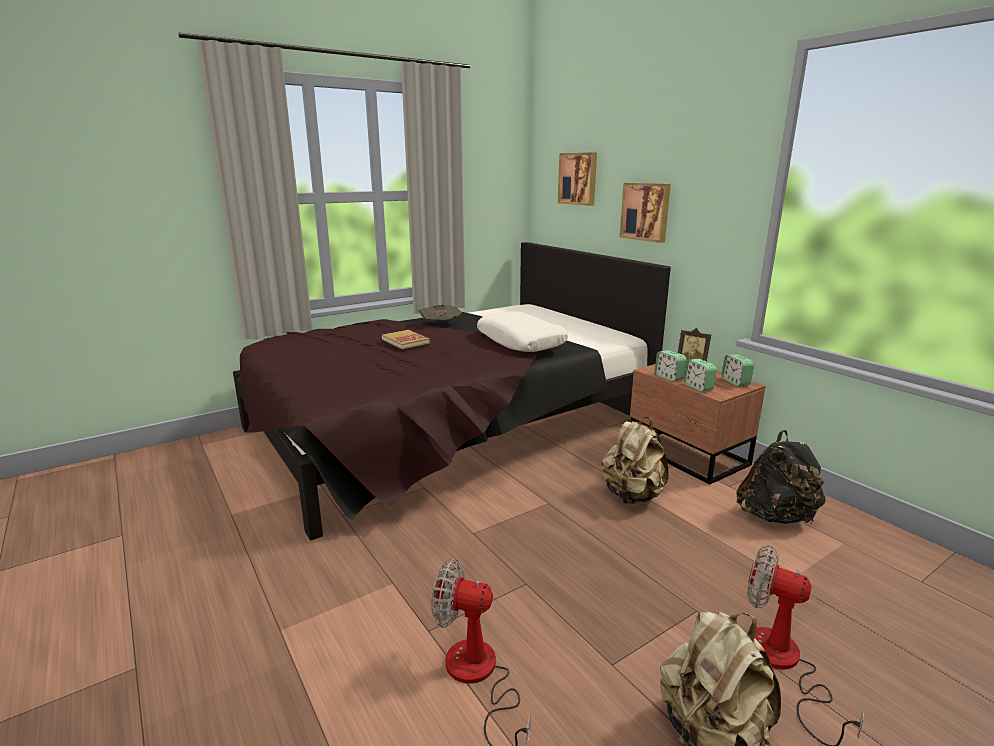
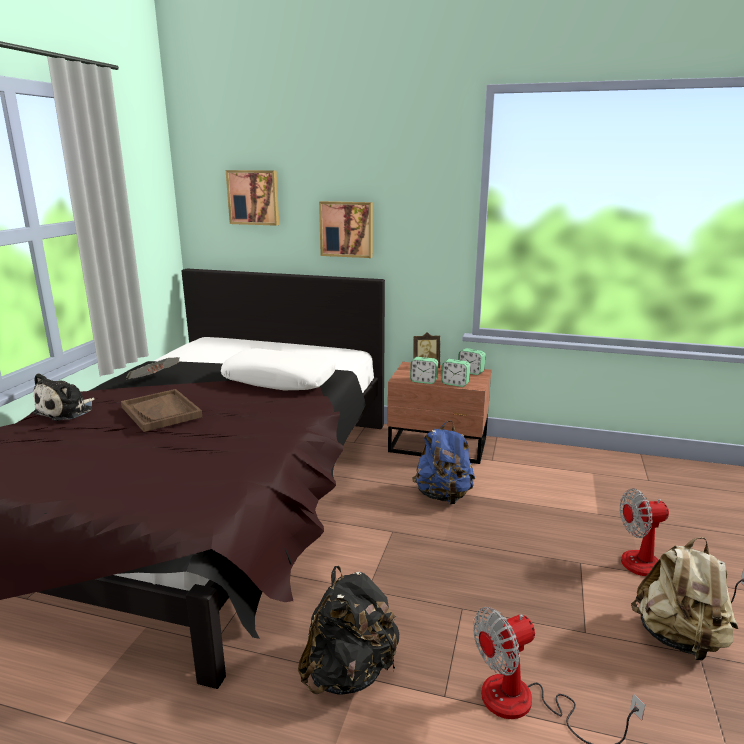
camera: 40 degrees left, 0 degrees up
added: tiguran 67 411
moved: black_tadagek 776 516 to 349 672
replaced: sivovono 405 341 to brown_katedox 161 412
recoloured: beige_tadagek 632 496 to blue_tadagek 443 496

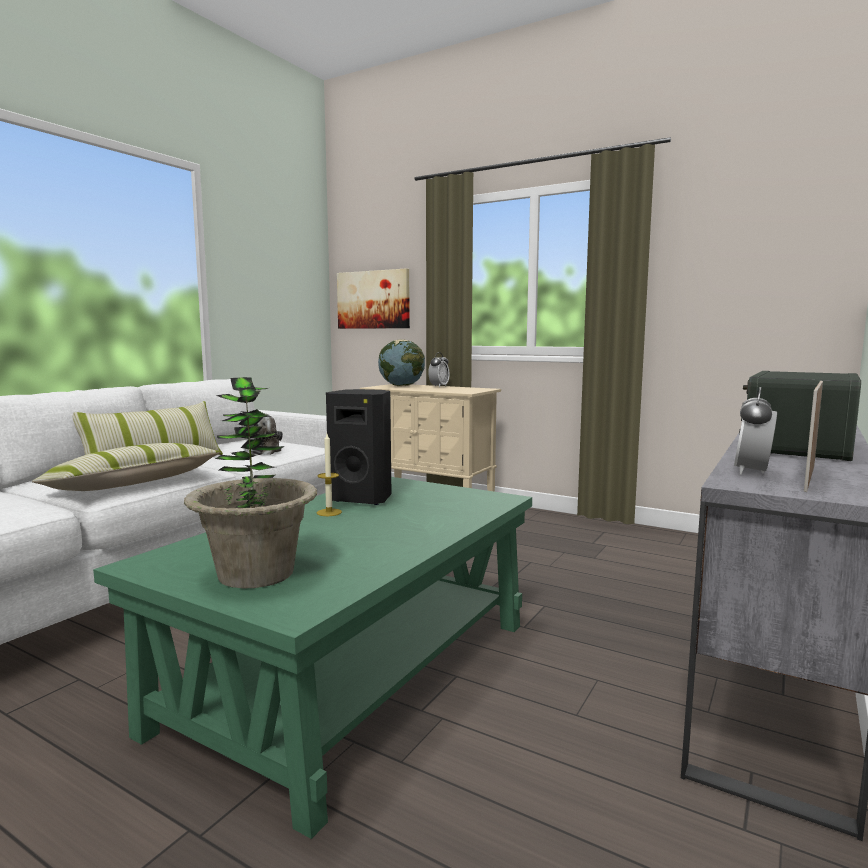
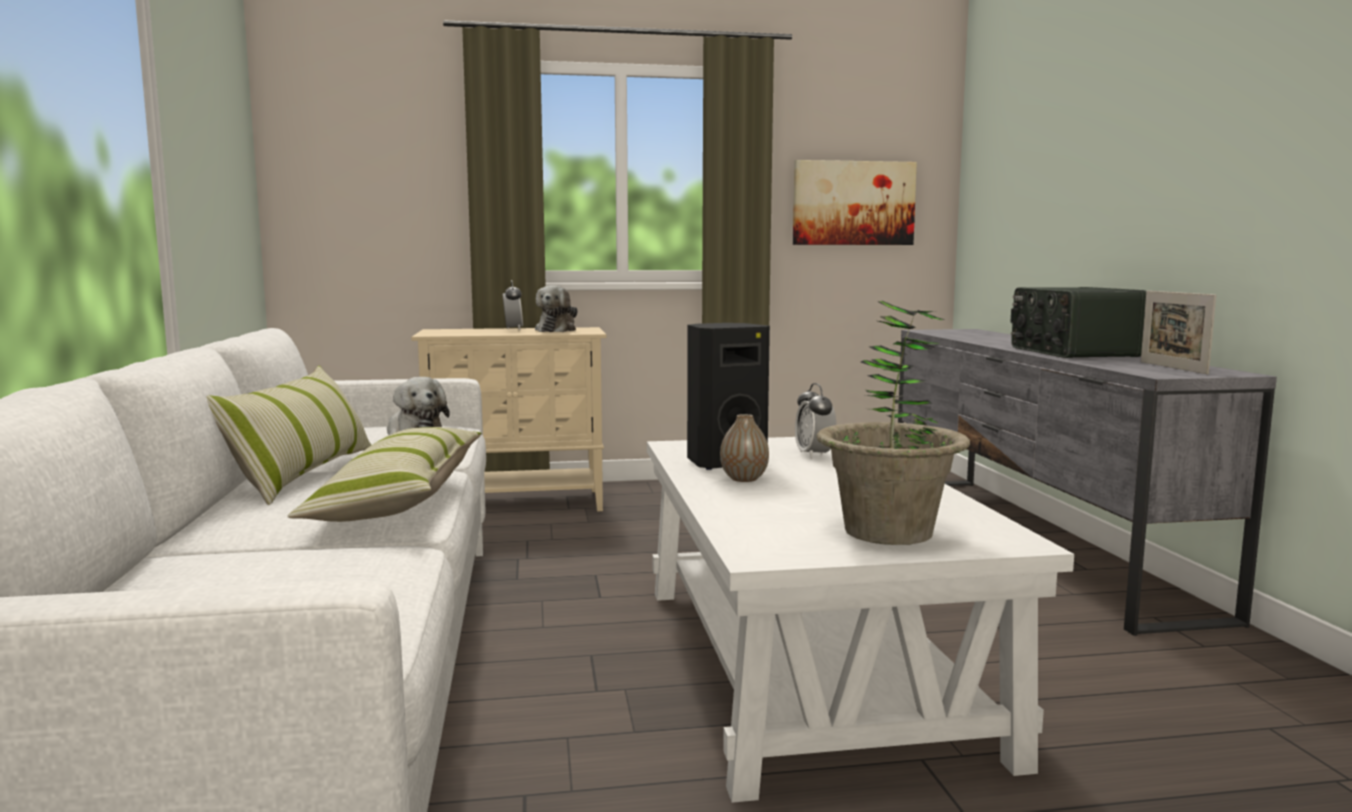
camera: 40 degrees left, 0 degrees up
removed: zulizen 402 386
added: tiguran 557 330
moved: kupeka 373 300 to 853 203; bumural 752 472 to 814 455
replaced: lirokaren 329 512 to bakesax 744 479
recoloured: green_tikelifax 355 672 to white_tikelifax 803 664

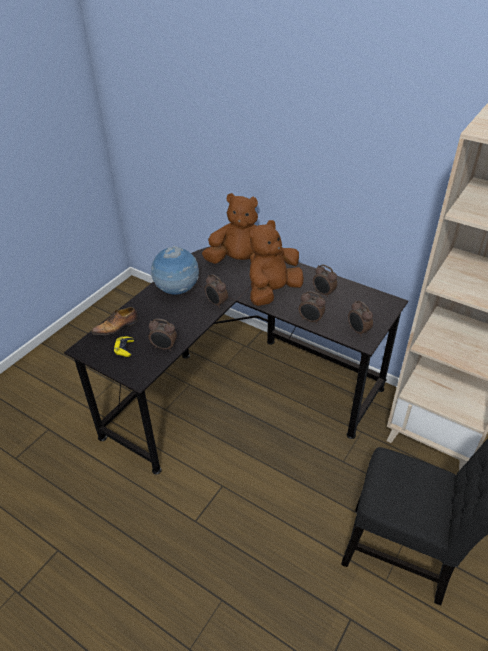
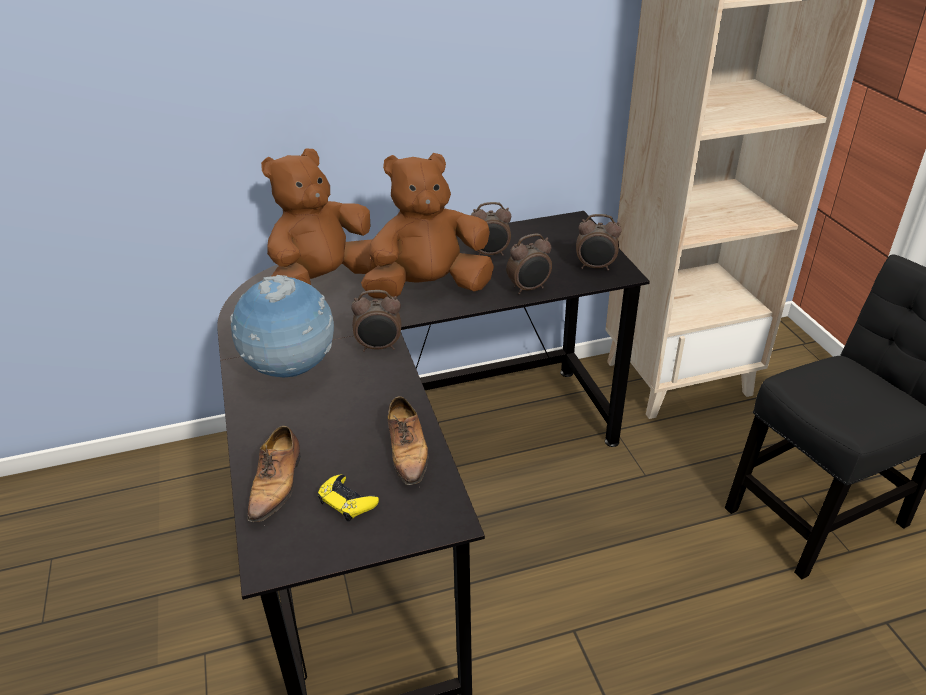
camera: 50 degrees left, 5 degrees down
replaced: bumural 164 347 to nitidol 407 451
turned: brown_tiguran 272 292 = 428 289 75 degrees clockwise

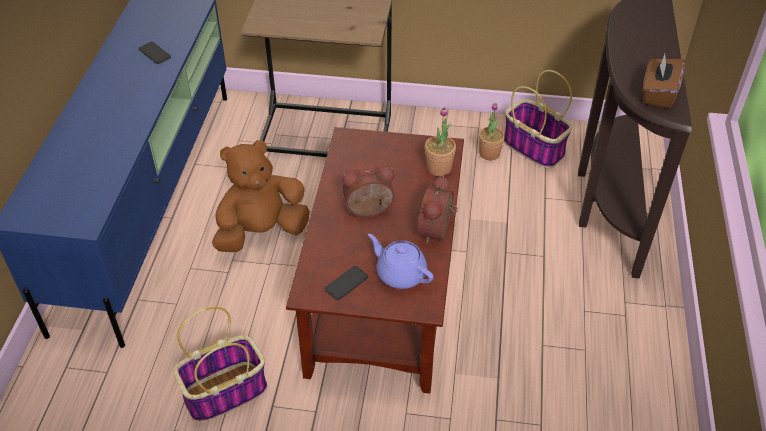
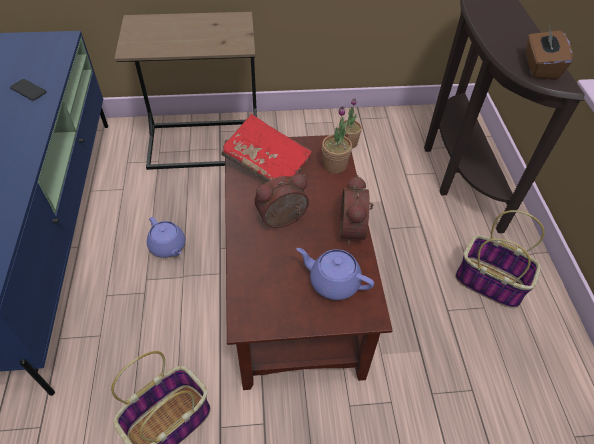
camera: 15 degrees left, 5 degrees up
removed: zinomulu 346 283
added: red_sivovono 267 162
moved: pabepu 535 148 to 490 283
replaced: brown_tiguran 261 232 to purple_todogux 168 247

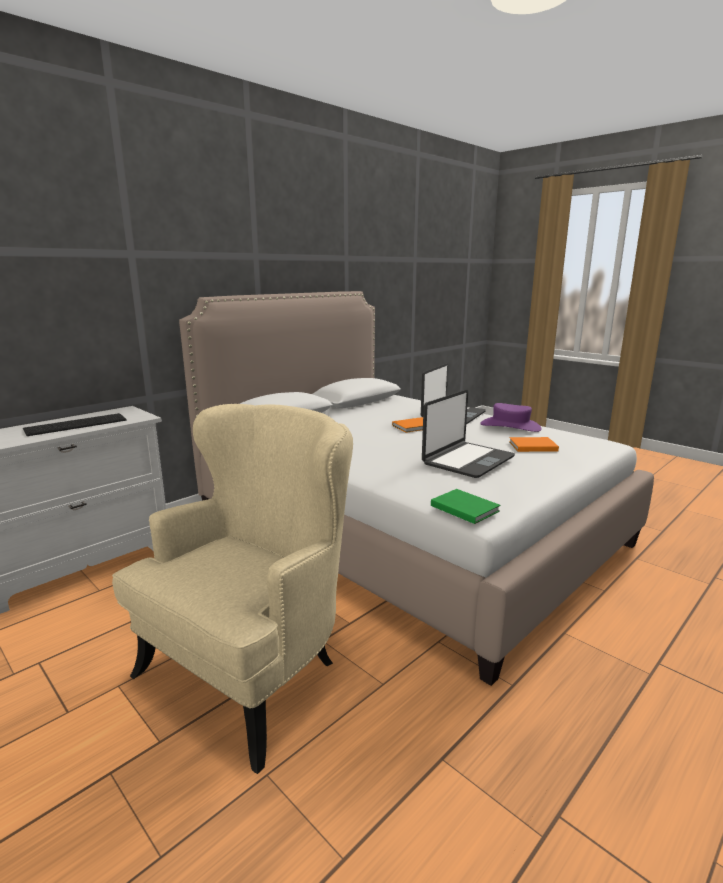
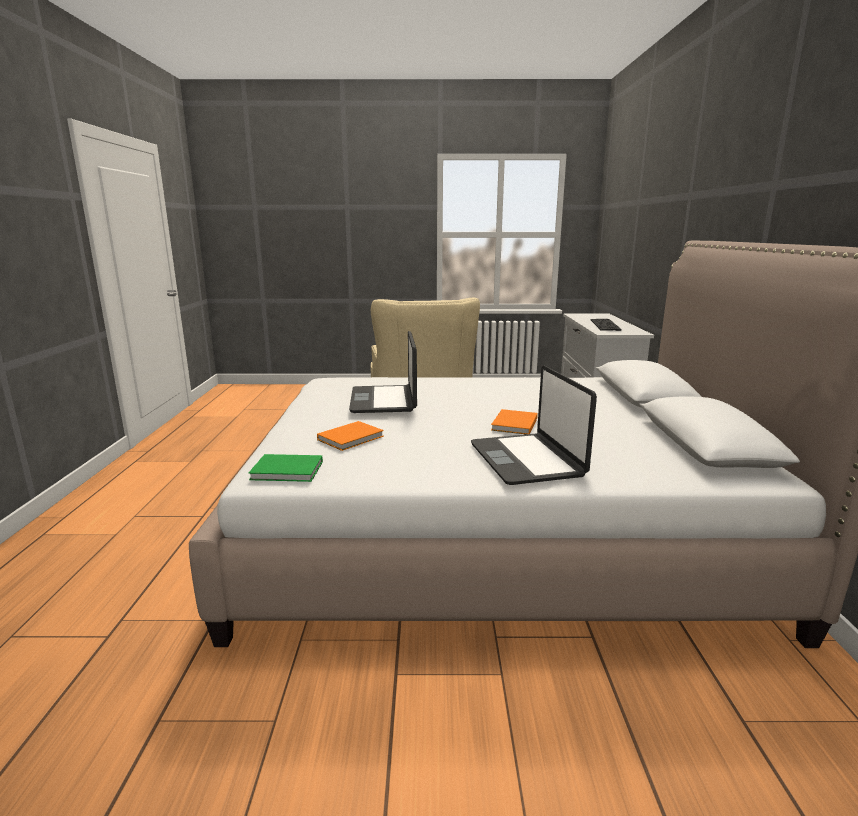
camera: 135 degrees right, 0 degrees up
removed: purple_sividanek 510 426
moved: green_sivovono 464 507 to 288 471

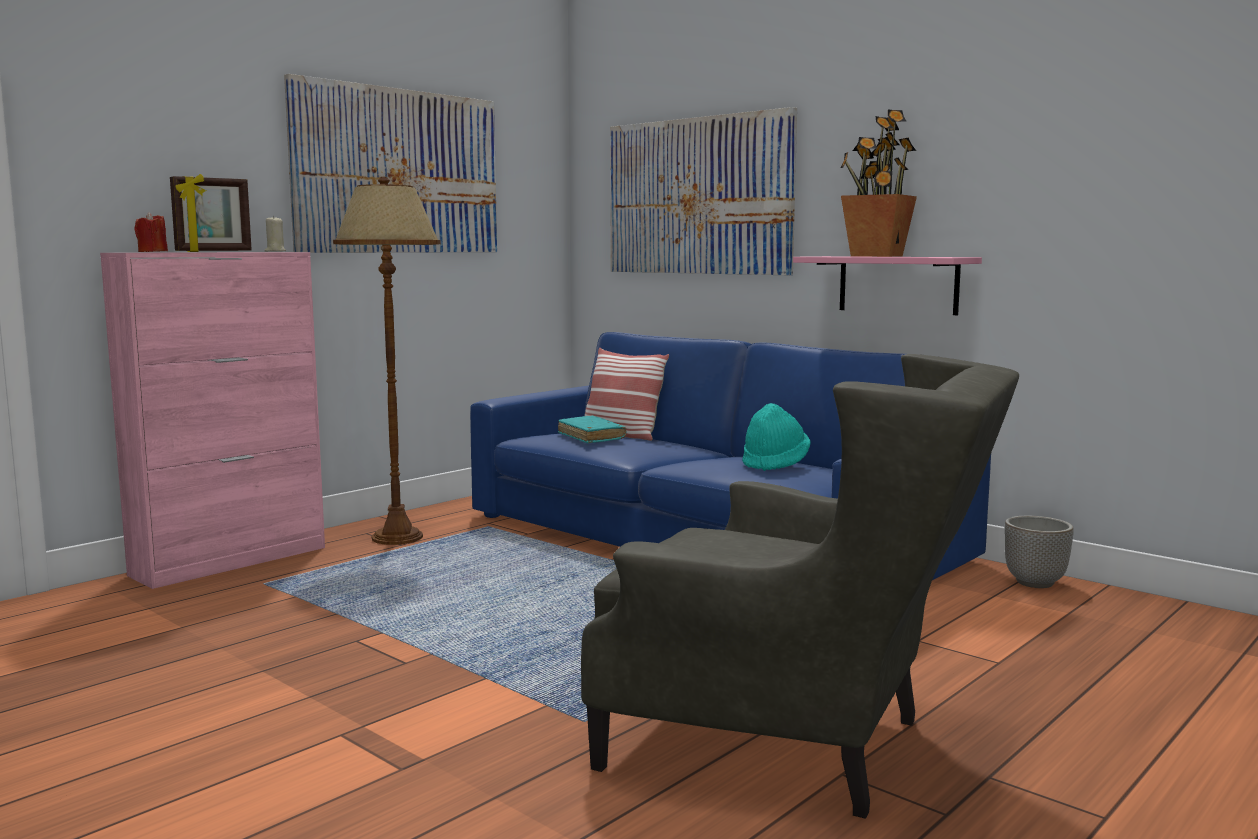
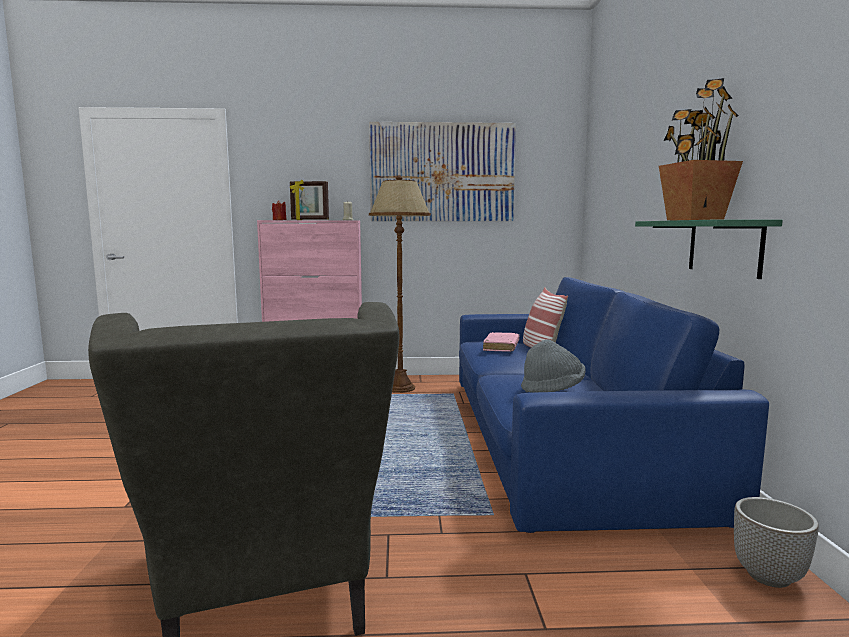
camera: 45 degrees right, 0 degrees up
removed: kupeka 698 196
recoloured: turquoise_sivovono 591 437 to pink_sivovono 501 347; turquoise_sividanek 775 463 to grey_sividanek 552 389; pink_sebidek 898 284 to green_sebidek 724 247

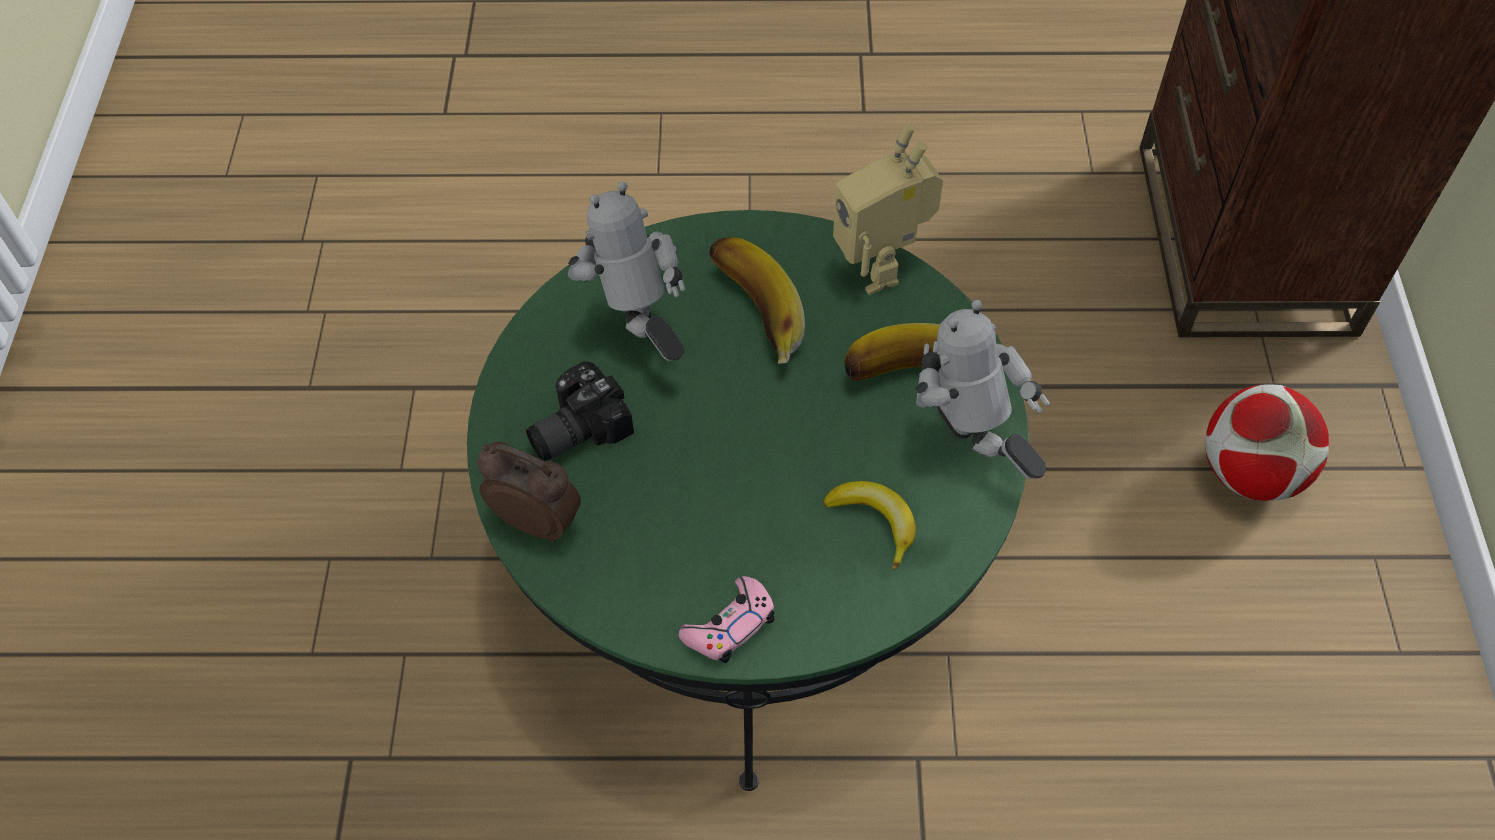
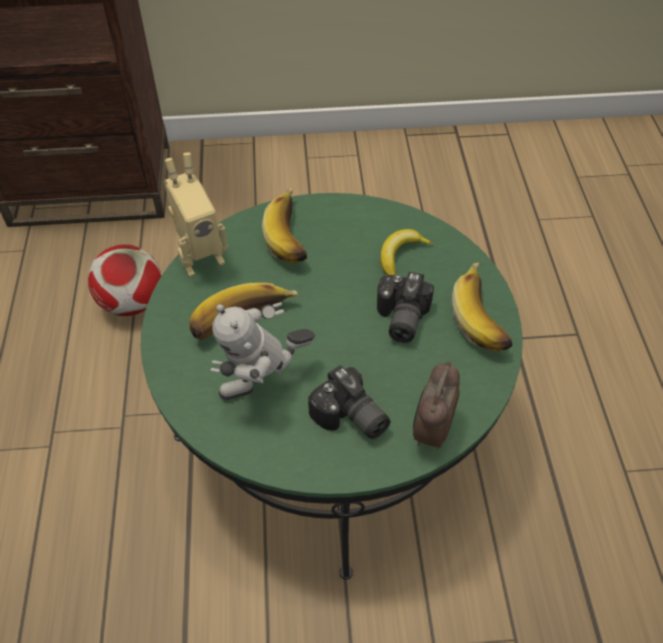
camera: 95 degrees left, 5 degrees down
removed: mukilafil 968 452
added: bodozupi 399 319
moved: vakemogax 1249 473 to 132 303
replaced: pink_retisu 730 625 to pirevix 485 318

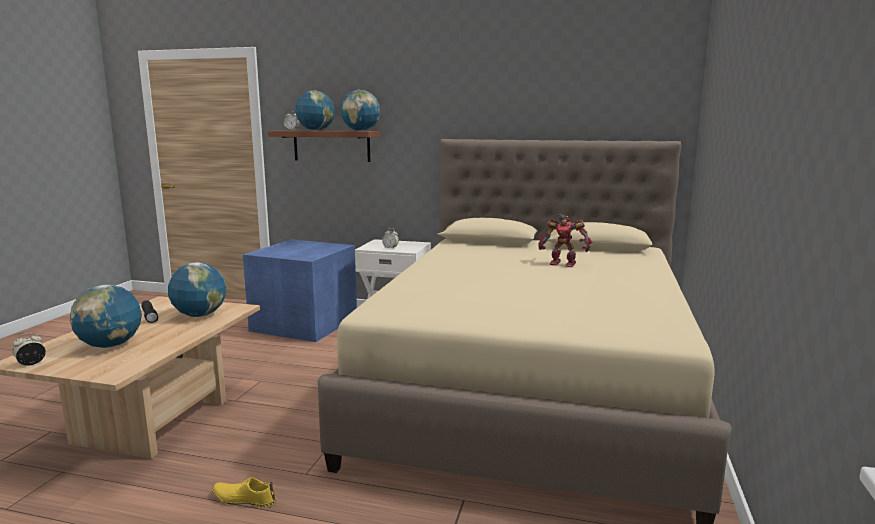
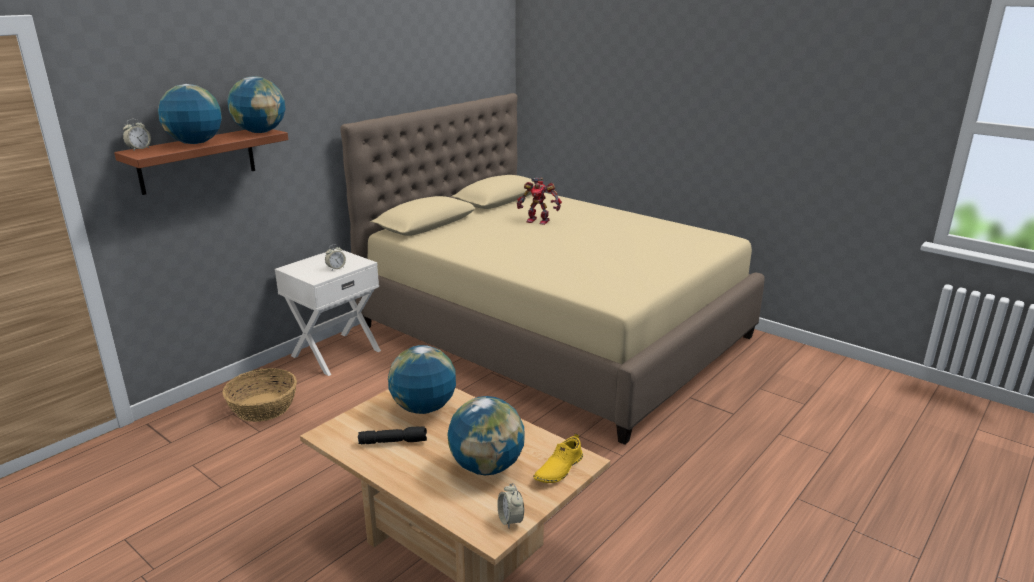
camera: 65 degrees left, 10 degrees up
moved: yellow_nitidol 244 498 to 558 469
replaced: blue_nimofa 306 323 to pabepu 263 407
turned: mukilafil 563 263 = 538 220 60 degrees clockwise

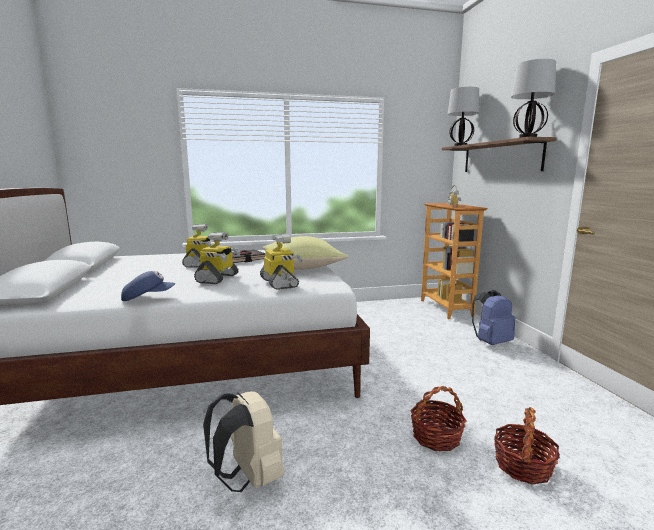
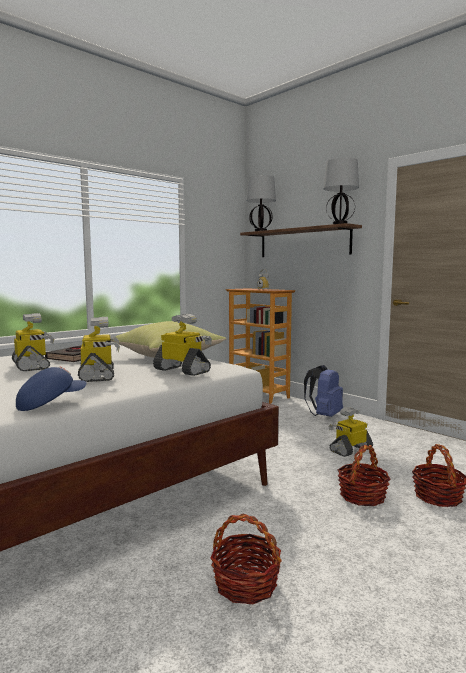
camera: 30 degrees left, 5 degrees down
added: mukilafil 350 450
replaced: beige_tadagek 248 478 to pabepu 245 584

